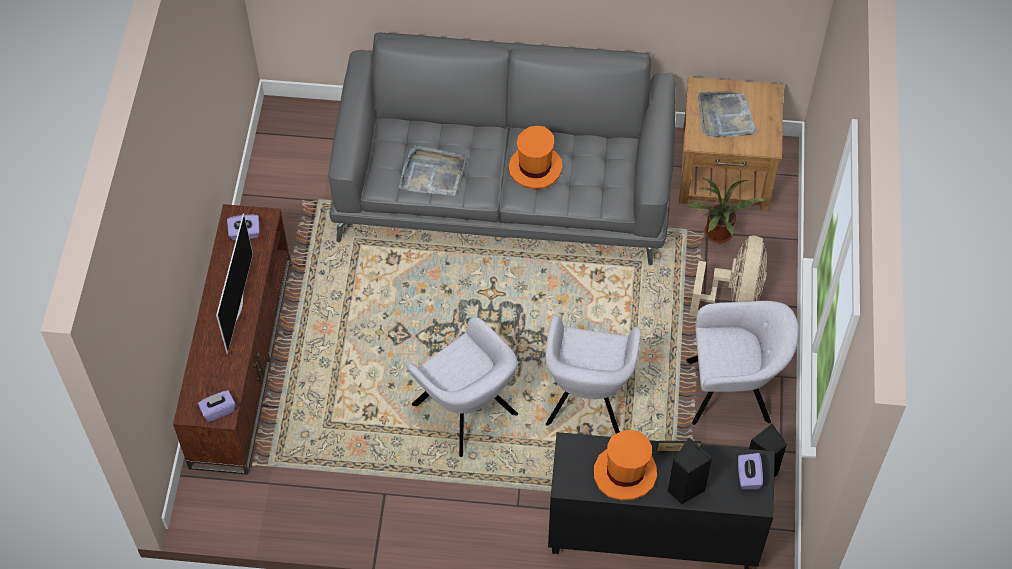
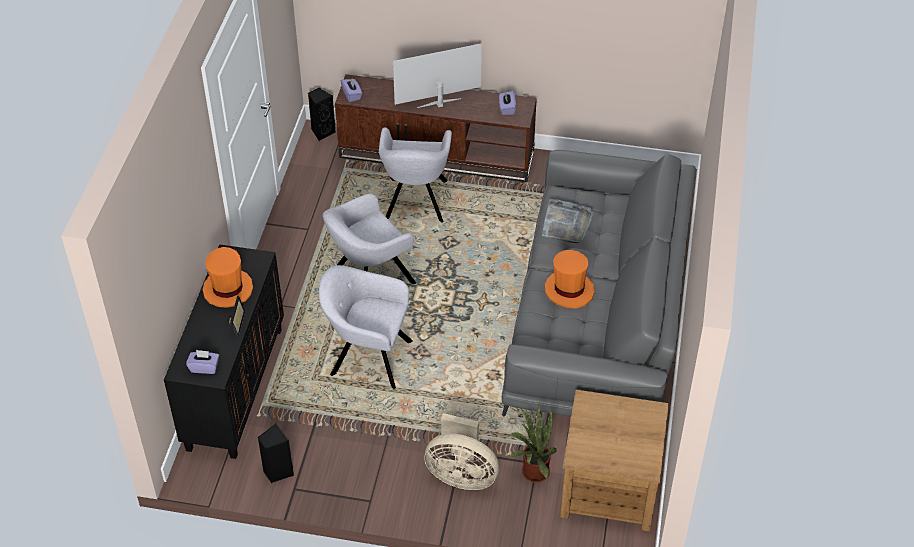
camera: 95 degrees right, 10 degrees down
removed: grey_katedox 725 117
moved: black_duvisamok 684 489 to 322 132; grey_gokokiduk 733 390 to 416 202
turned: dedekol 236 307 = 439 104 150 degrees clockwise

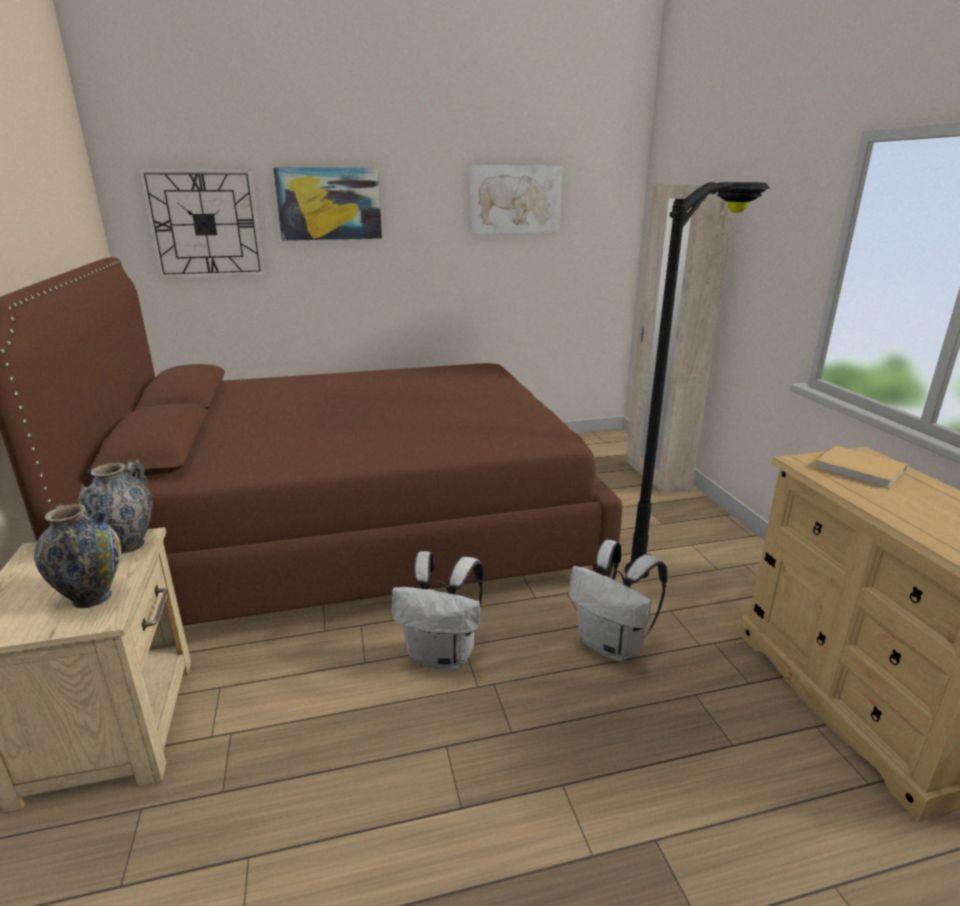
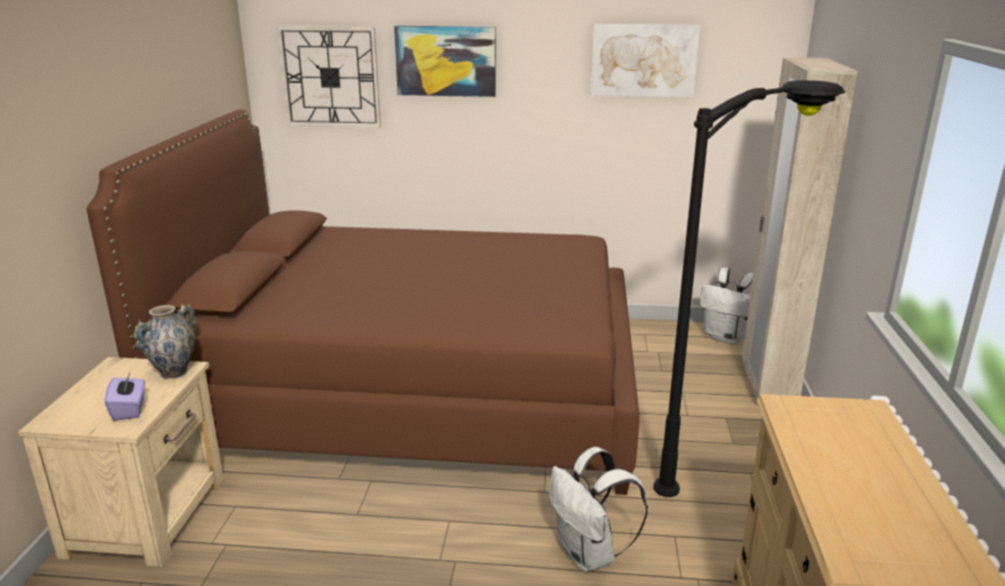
camera: 20 degrees right, 0 degrees up
removed: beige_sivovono 862 470
moved: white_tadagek 443 655 to 727 337
replaced: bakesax 92 597 to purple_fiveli 129 409

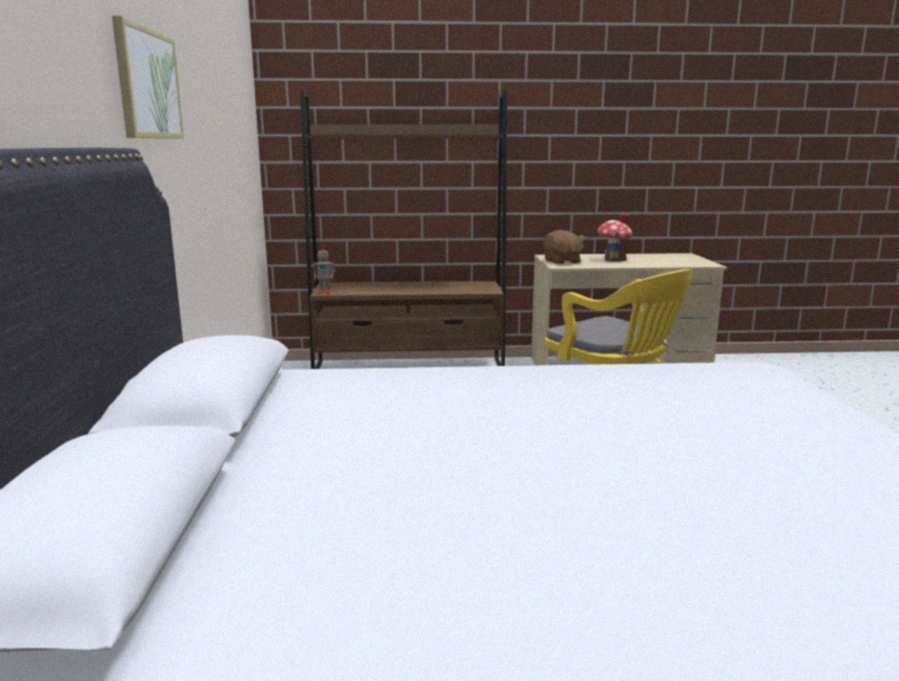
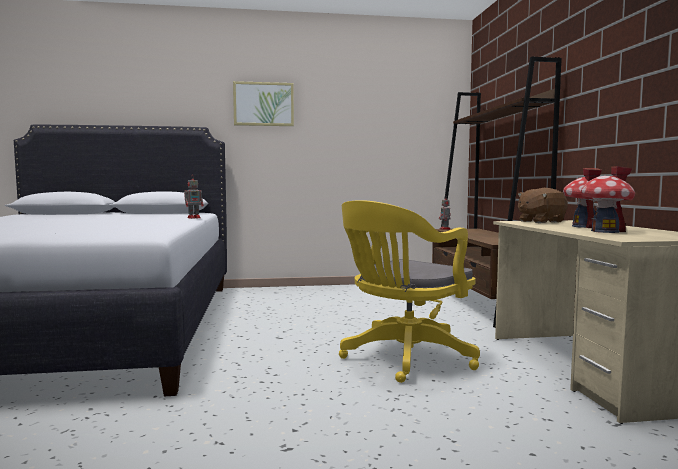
camera: 85 degrees right, 10 degrees down
added: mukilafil 194 218; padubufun 605 231

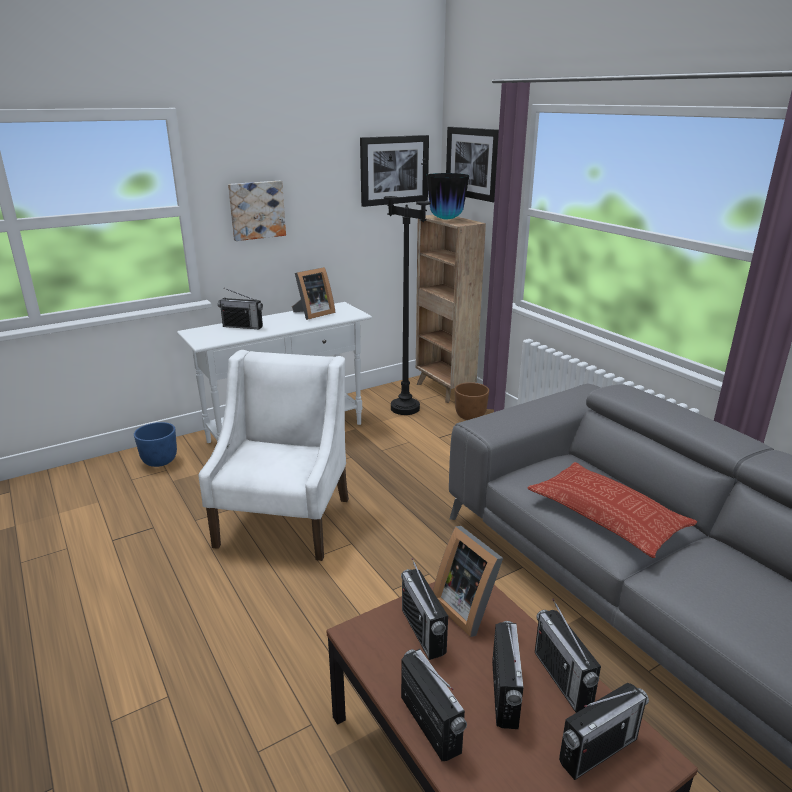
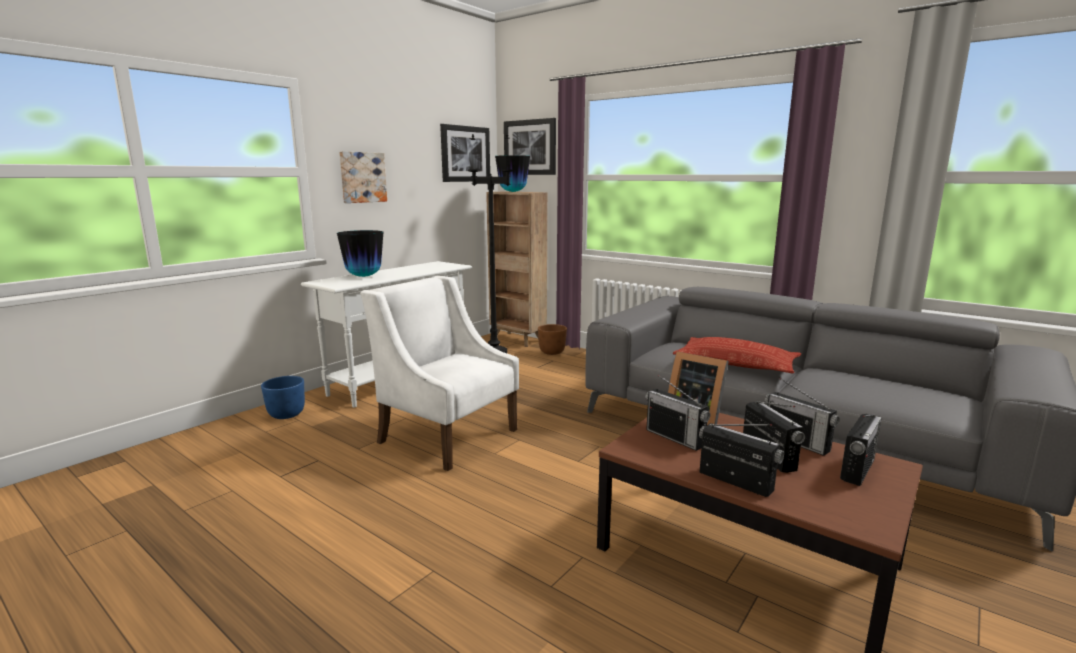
camera: 20 degrees left, 10 degrees down
removed: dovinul 313 314
replaced: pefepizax 243 326 to bakesax 364 276
turned: white_gokokiduk 285 521 = 447 435 45 degrees counterclockwise

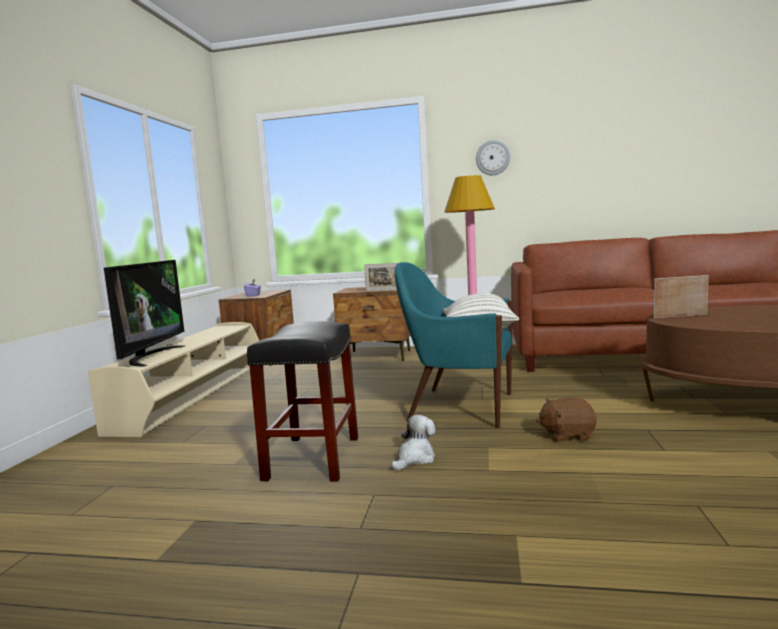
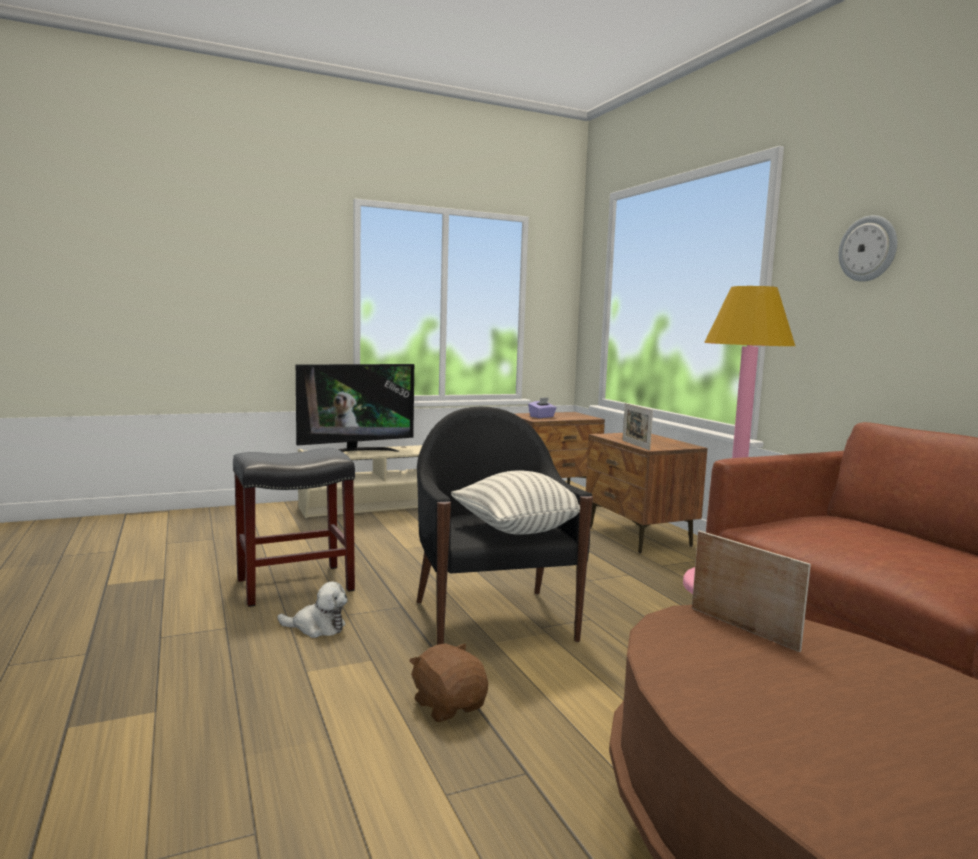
camera: 55 degrees right, 0 degrees up
recoloured: turquoise_gokokiduk 458 407 to black_gokokiduk 492 619

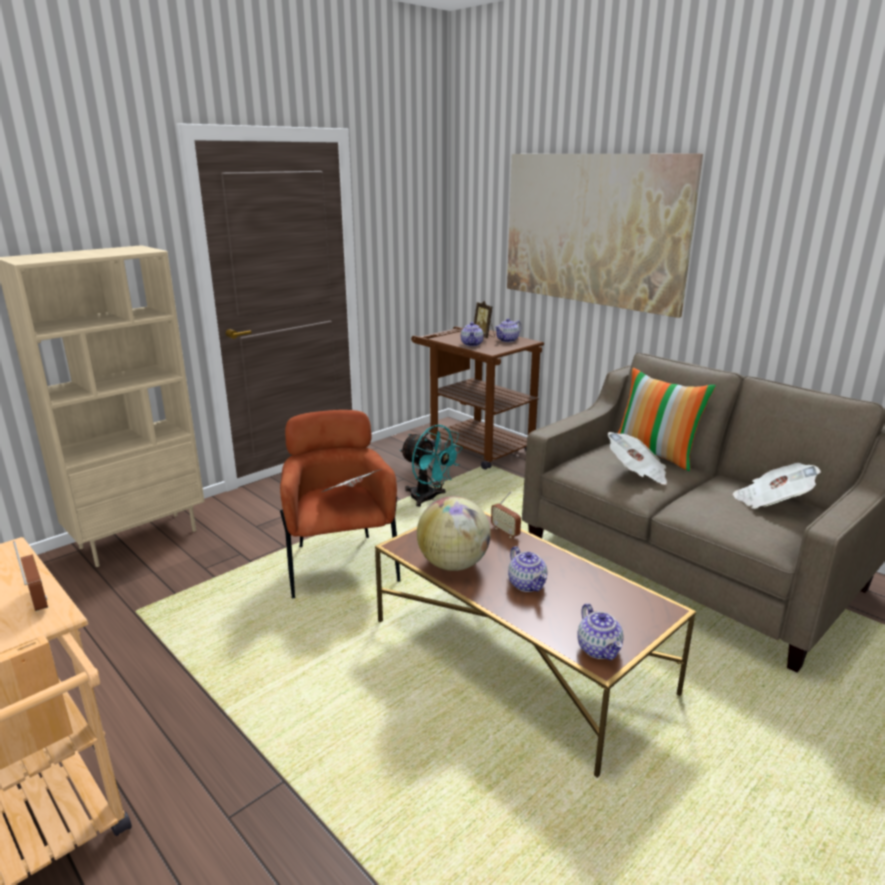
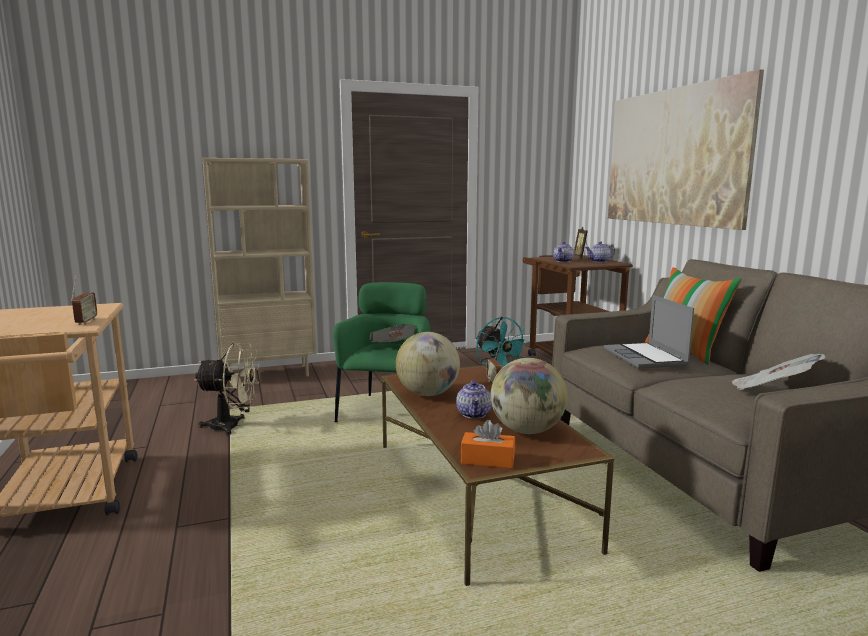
camera: 25 degrees right, 10 degrees down
added: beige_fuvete 232 426; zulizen 526 431
replaced: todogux 599 649 to orange_fiveli 487 460; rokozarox 637 473 to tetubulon 646 358
recoloured: brown_gokokiduk 340 565 to green_gokokiduk 388 411

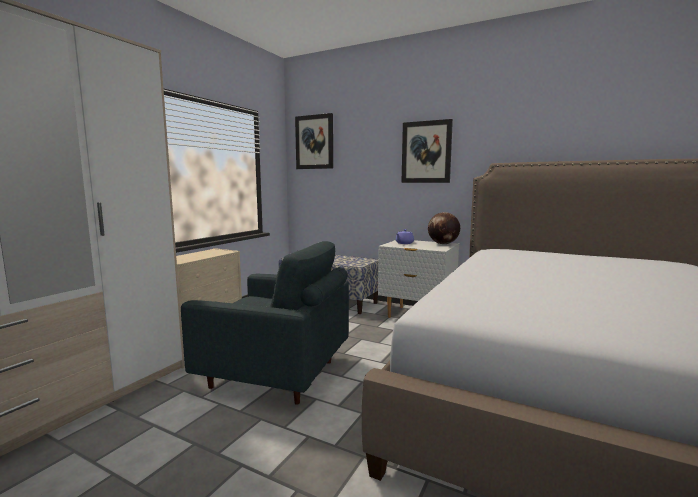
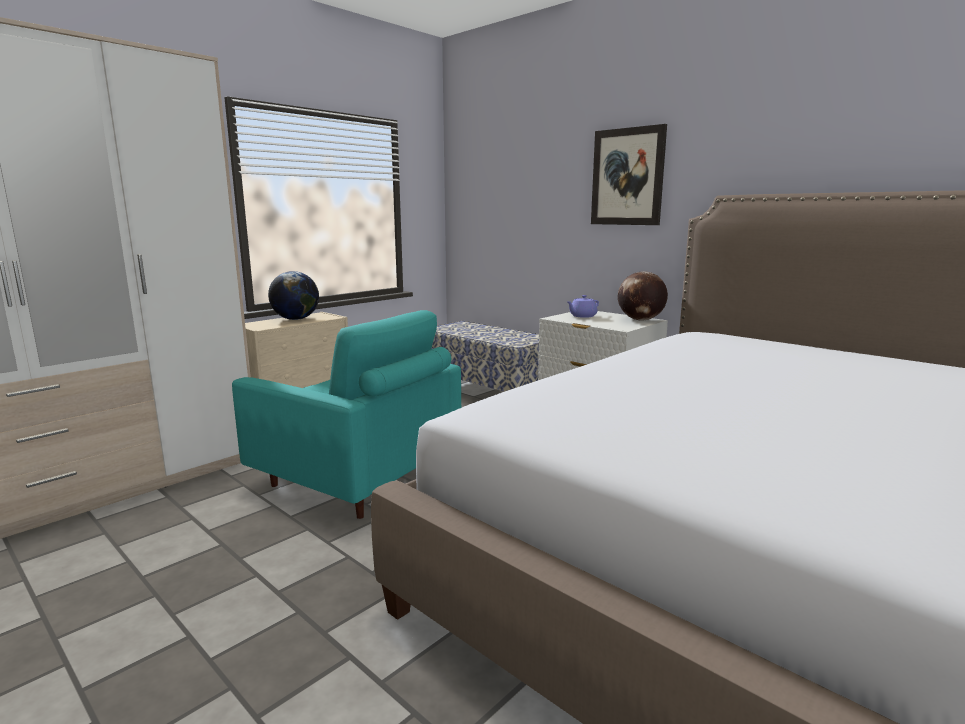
camera: 15 degrees right, 5 degrees up
removed: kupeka 314 142
added: zulizen 295 319
recoloured: grey_gokokiduk 276 375 to turquoise_gokokiduk 357 480

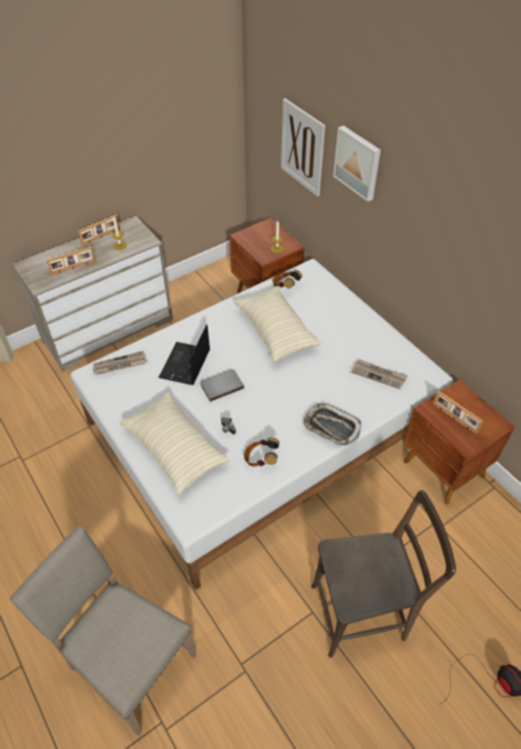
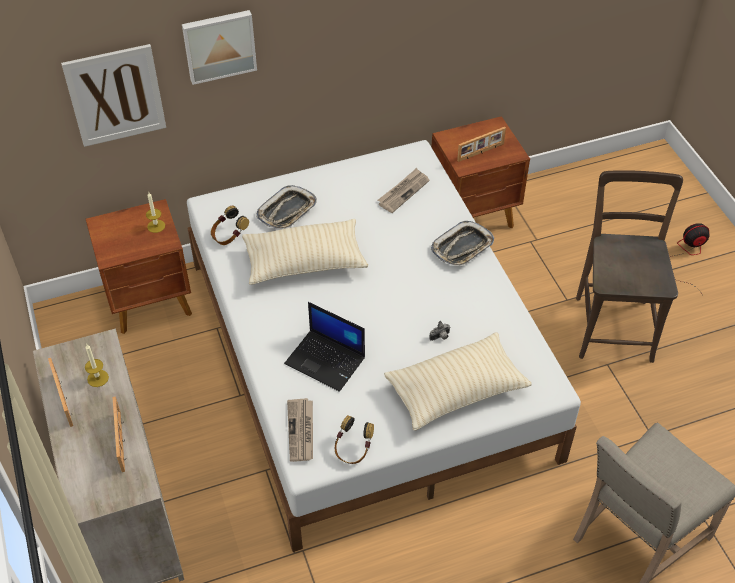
camera: 75 degrees left, 0 degrees up
removed: grey_sivovono 221 385
added: katedox 287 211
moved: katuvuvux 261 459 to 353 450

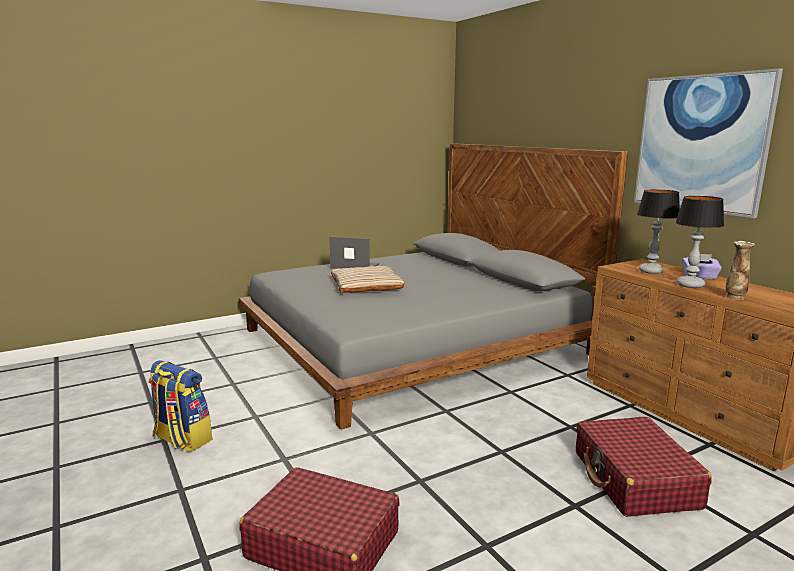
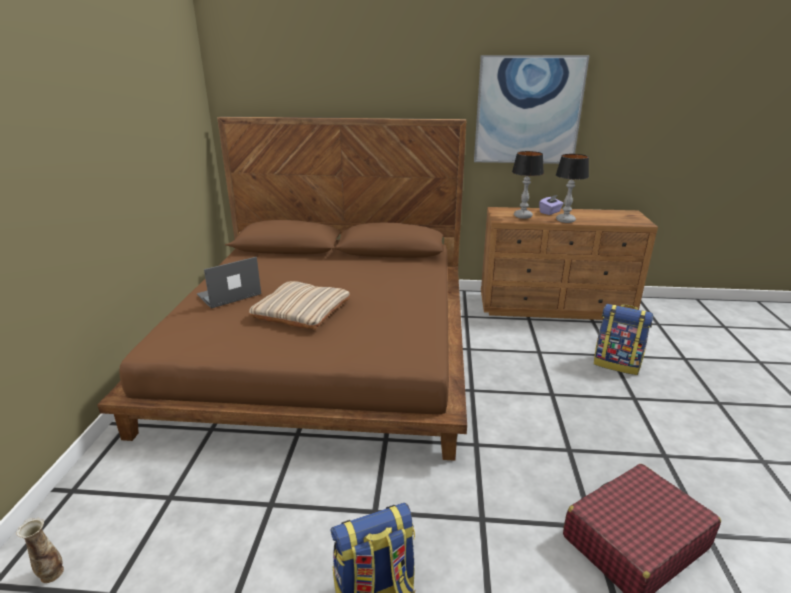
camera: 55 degrees left, 10 degrees up
moved: bakesax 735 297 to 51 574
replaced: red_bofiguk 635 480 to tadagek 617 364
recoloured: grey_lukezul 411 342 to brown_lukezul 323 350

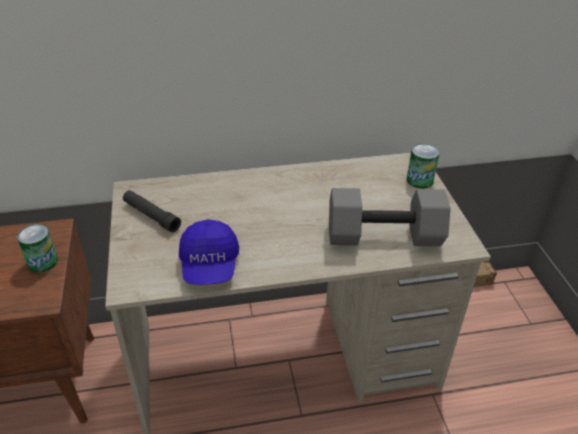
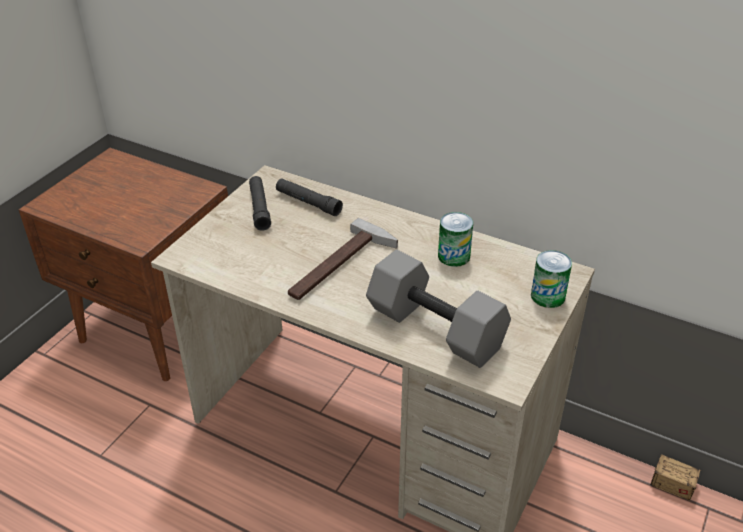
camera: 40 degrees right, 0 degrees up
removed: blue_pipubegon 209 265
added: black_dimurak 308 202; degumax 341 267
moved: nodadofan 43 262 to 454 256

